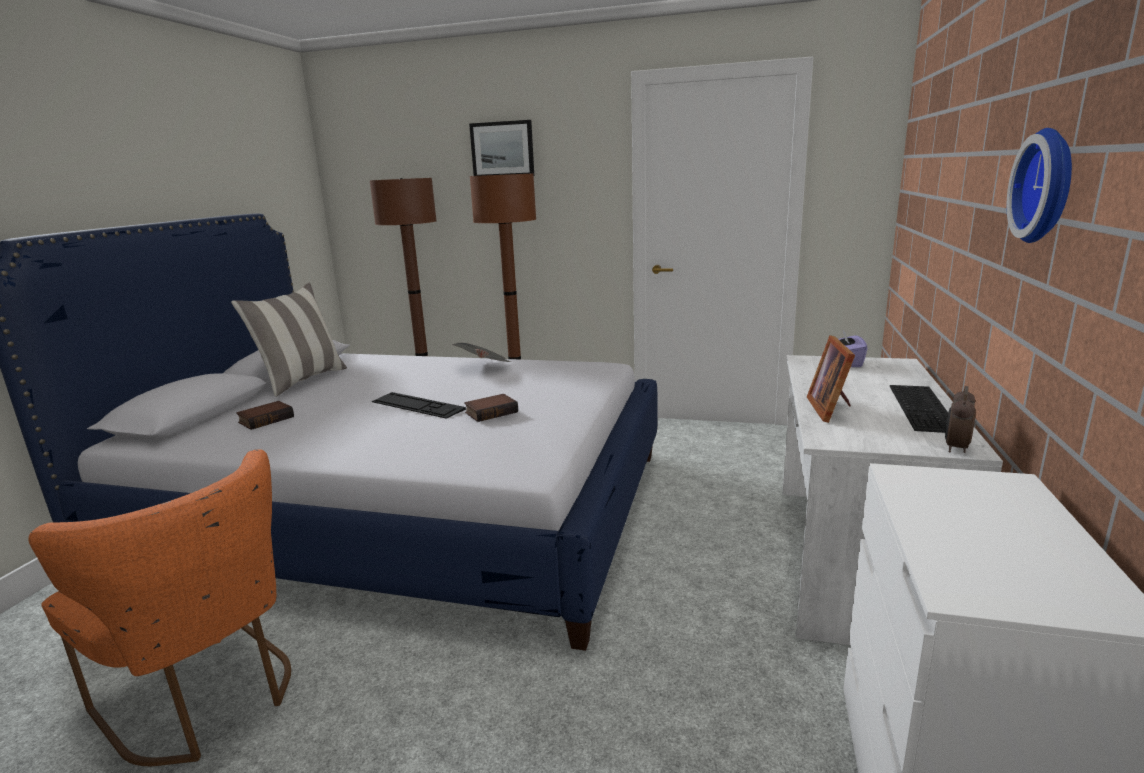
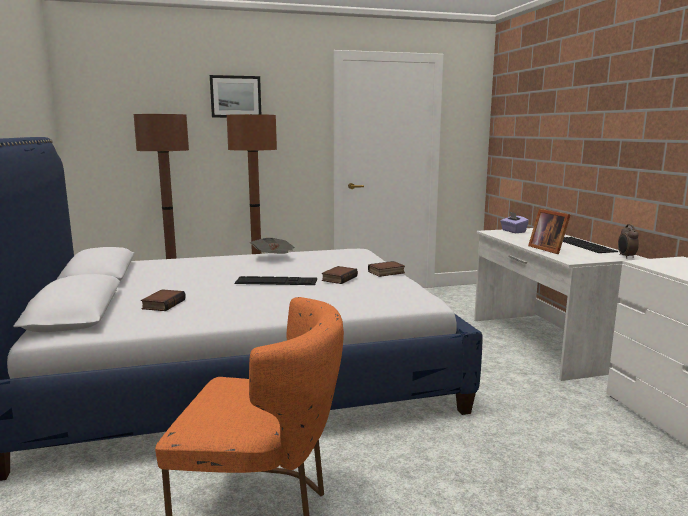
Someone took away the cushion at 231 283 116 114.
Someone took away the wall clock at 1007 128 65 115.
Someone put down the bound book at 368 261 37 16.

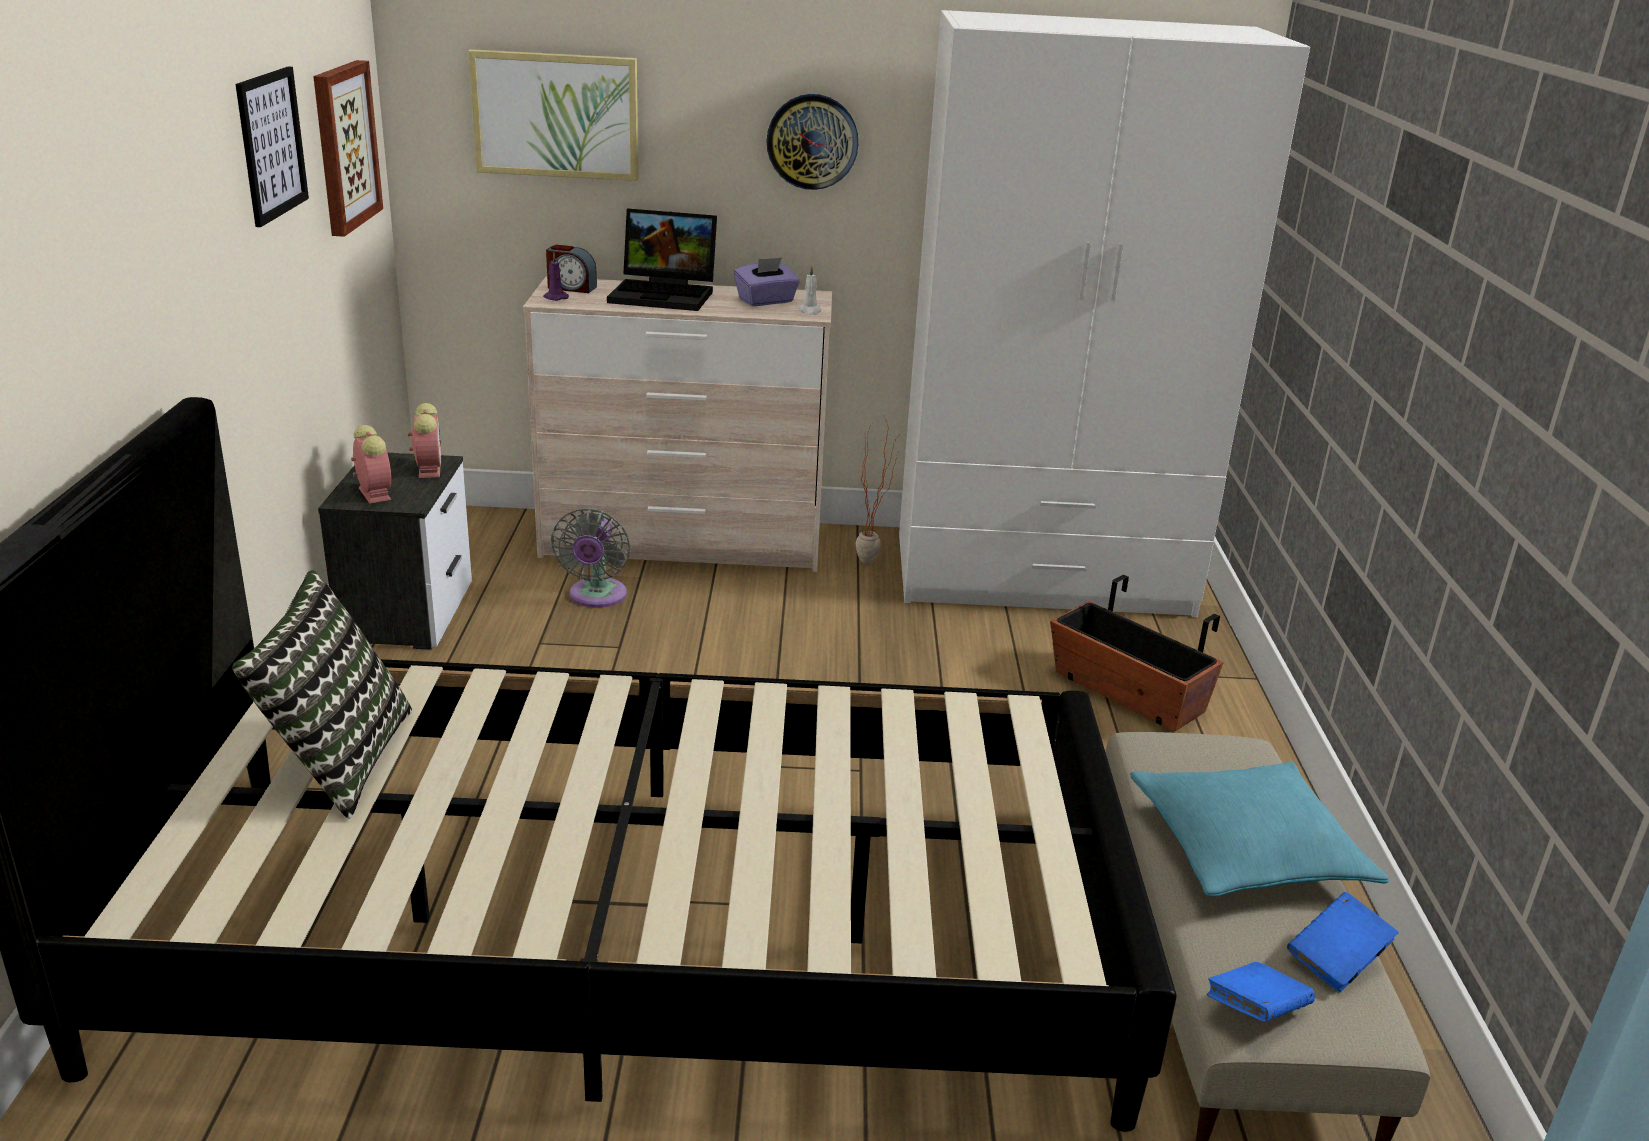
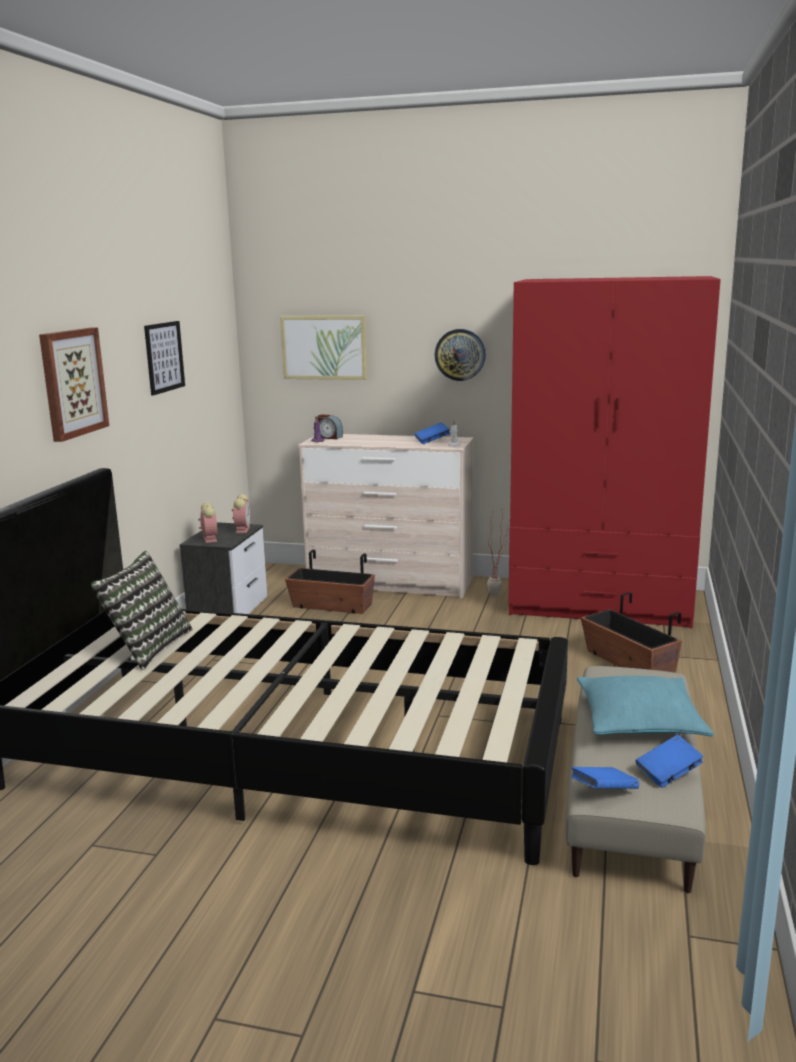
Someone took away the laptop at 607 208 110 103.
Someone carried the picture from 313 60 70 177 to 39 328 70 114.
Someone swapped the gray cooling fan at 551 508 80 100 for the flower pot at 285 550 90 64.
Someone swapped the purplish tissue box at 734 257 66 49 for the blue-coloured bound book at 414 422 36 22.
Someone repainted the whitish armoire at 899 10 411 608, which became the reddish armoire at 508 276 213 352.

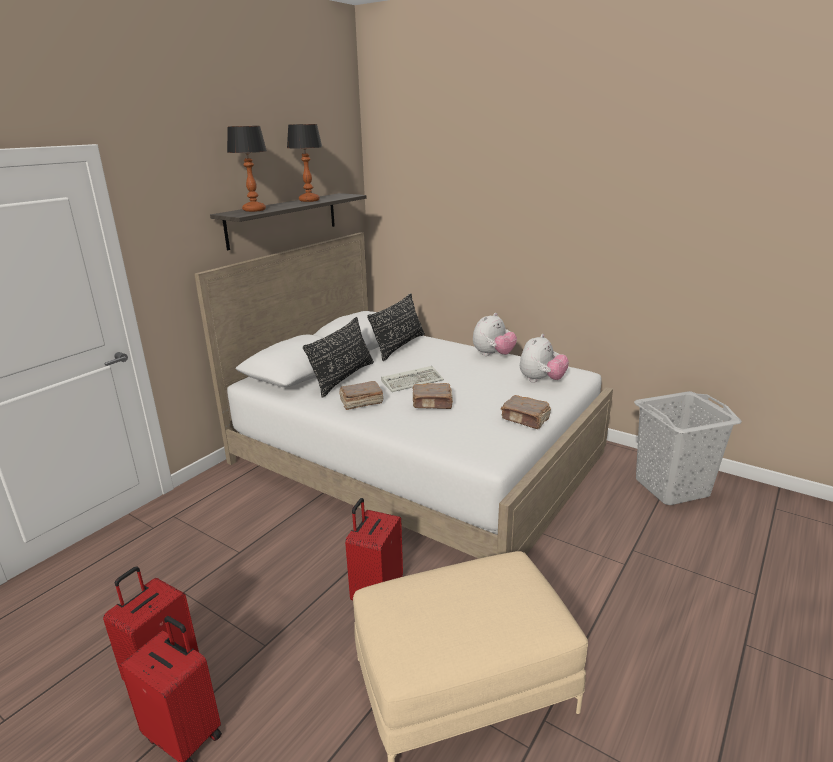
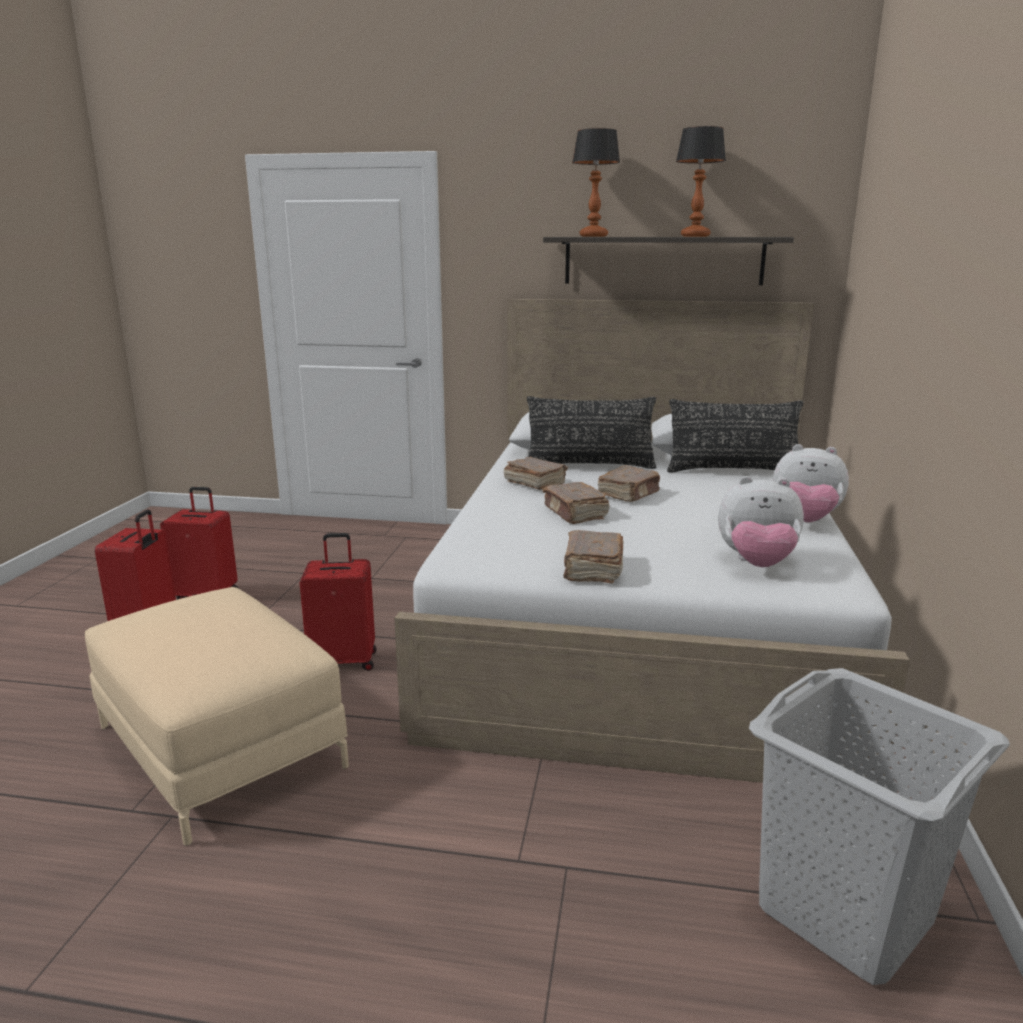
Someone swapped the computer keyboard at 381 366 63 26 for the brownish bound book at 598 465 62 37.

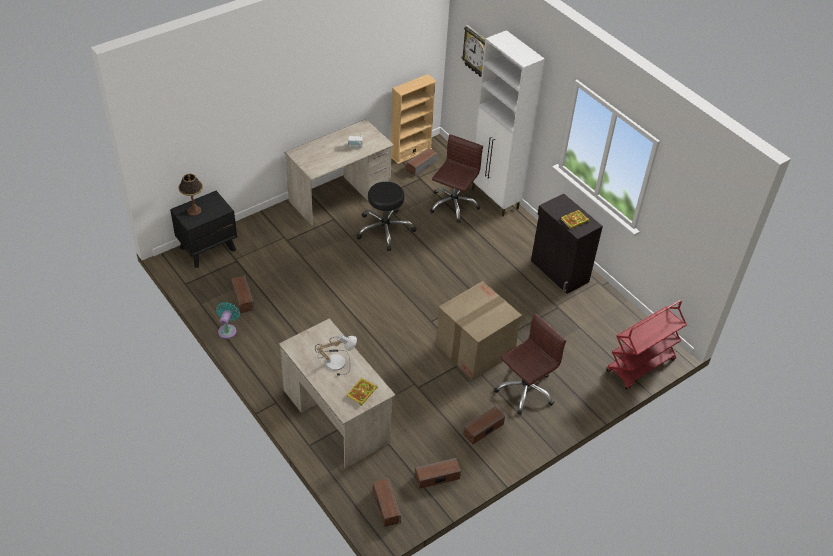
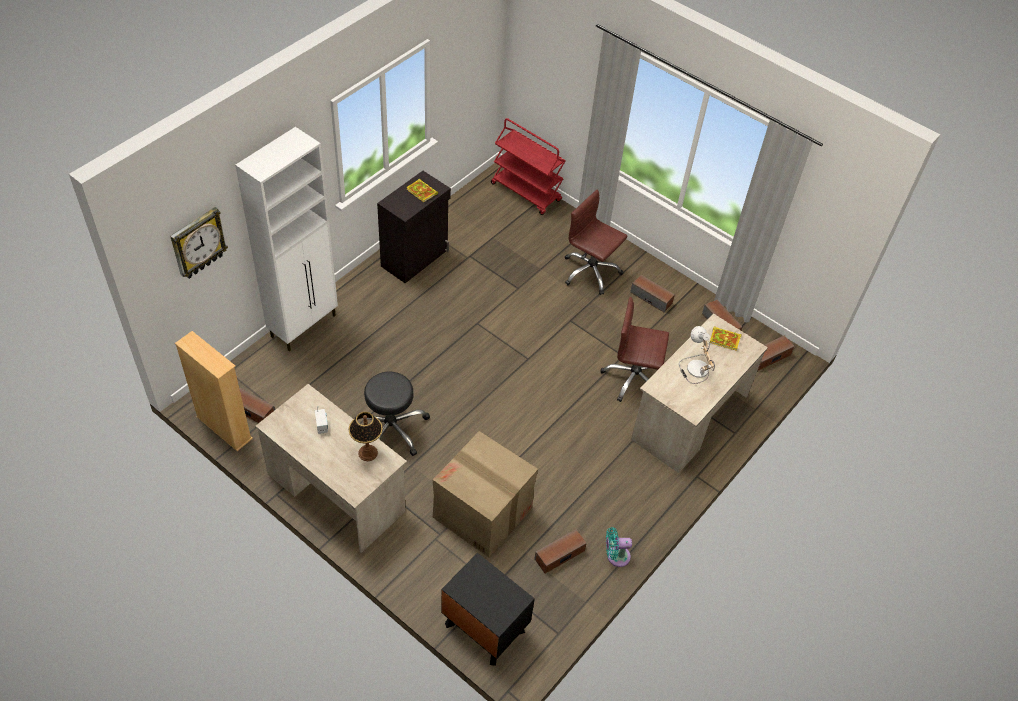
Someone carried the tabletop lamp from 178 174 25 42 to 349 412 34 49.
Someone carried the brownish office chair from 430 134 53 89 to 600 297 69 105.
Someone carried the packing box from 435 281 87 100 to 433 431 105 127.

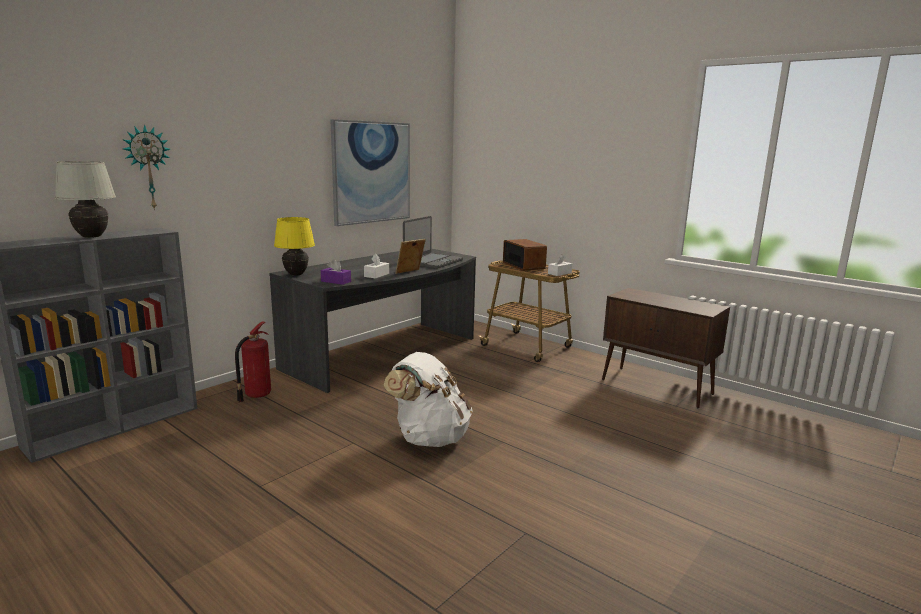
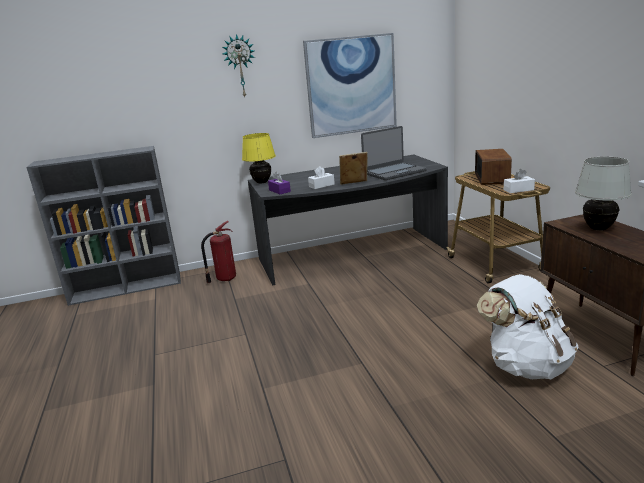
Someone carried the whitish tabletop lamp from 55 161 61 77 to 575 157 57 73.
Someone carried the wall clock from 123 124 47 86 to 222 34 33 63.
Someone carried the whitish backpack from 384 352 89 95 to 477 274 101 105.

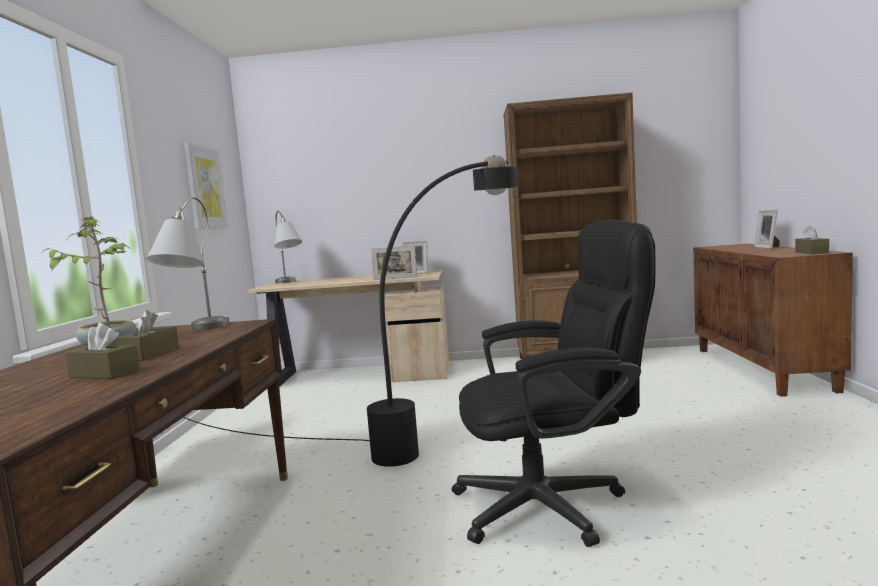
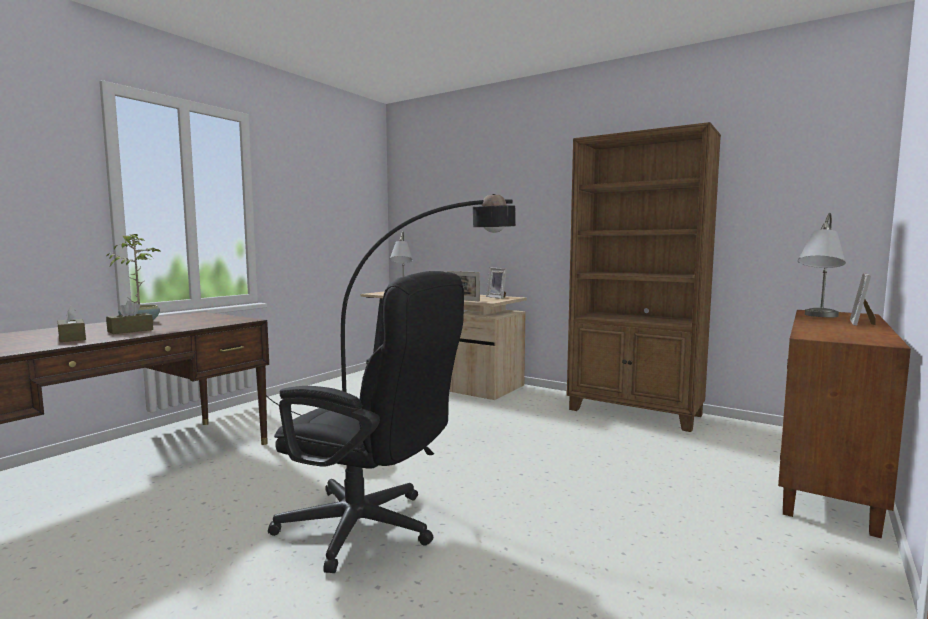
Someone took away the picture at 184 143 44 86.
Someone took away the brownish tissue box at 795 225 34 29.
Someone carried the gray tabletop lamp from 147 197 83 133 to 798 213 48 104.

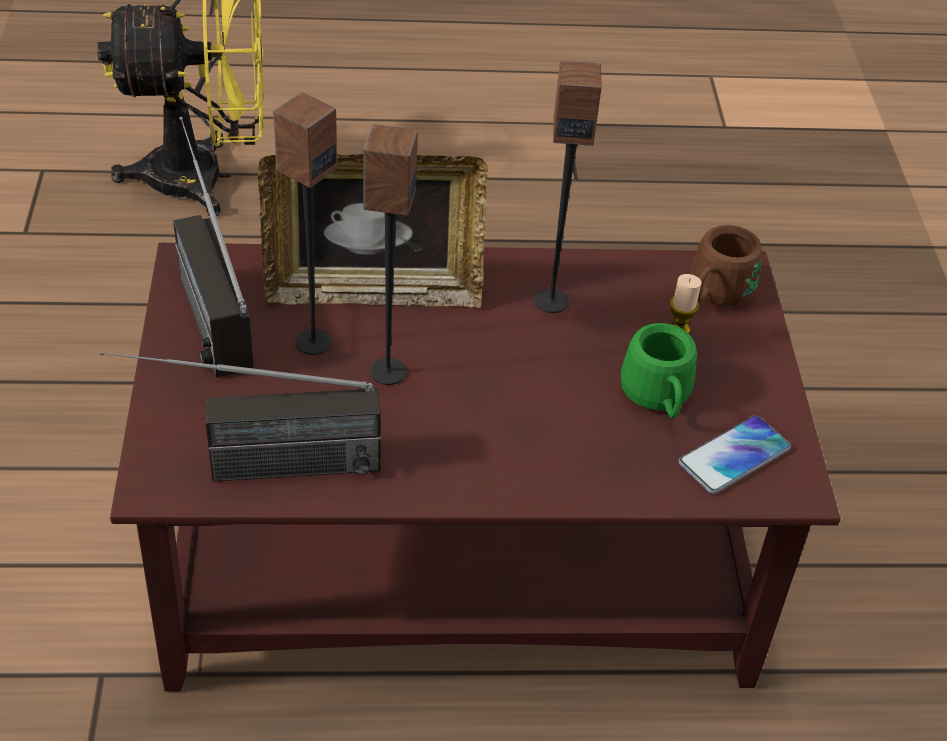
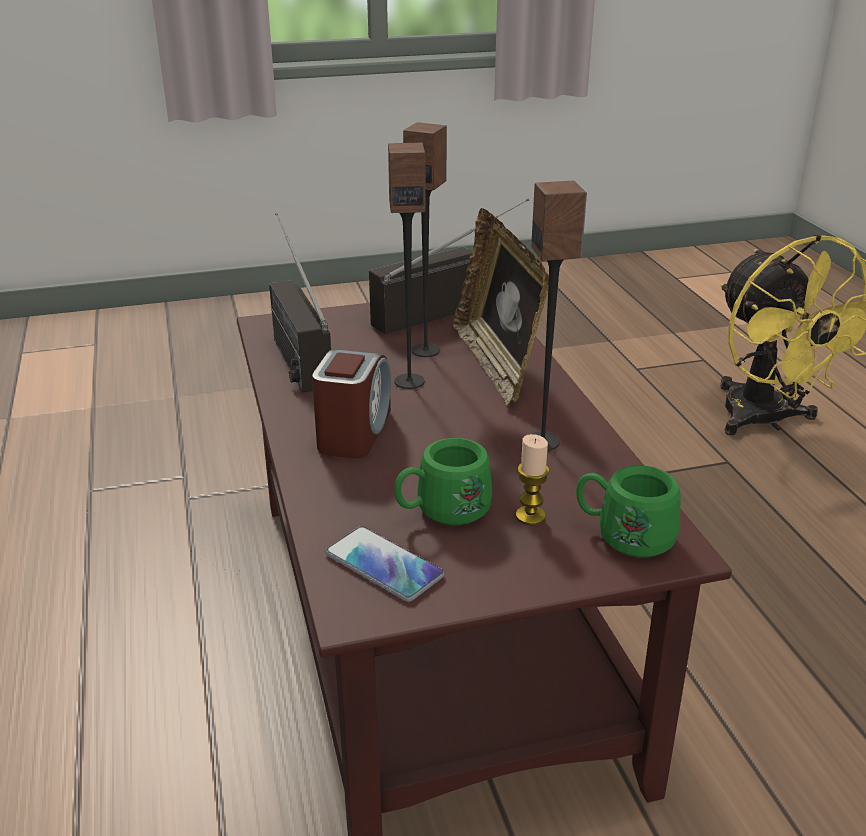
Someone put down the table clock at 312 349 79 109.
Someone repainted the brownish mug at 691 225 72 81, which became the greenish mug at 576 465 105 93.

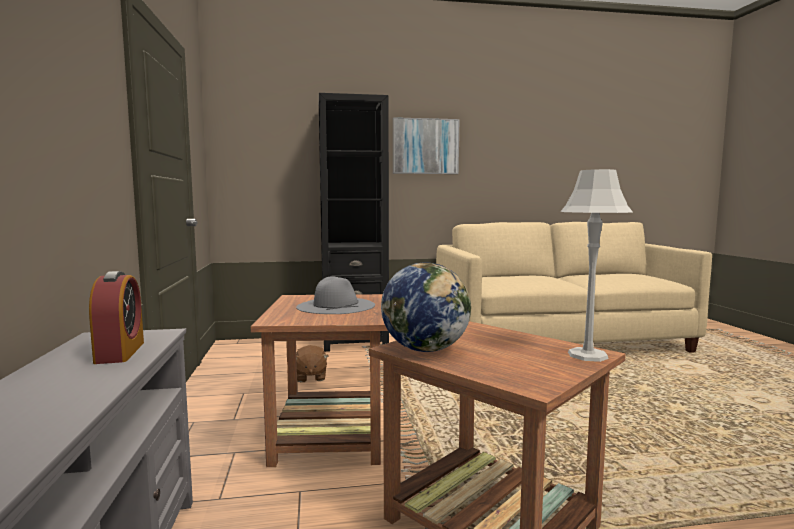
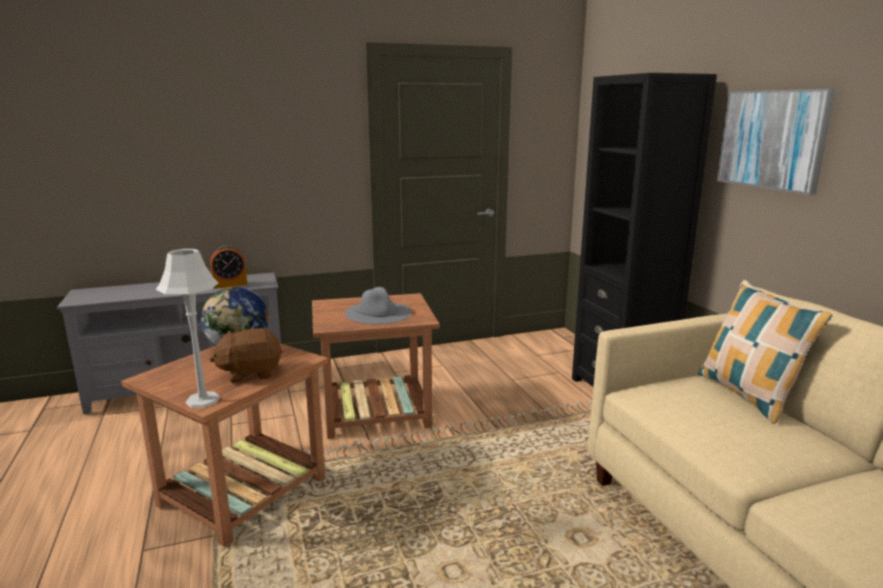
Someone put down the cushion at 698 280 134 144.
Someone carried the brownish cuddly toy from 296 345 32 37 to 210 328 73 55.

